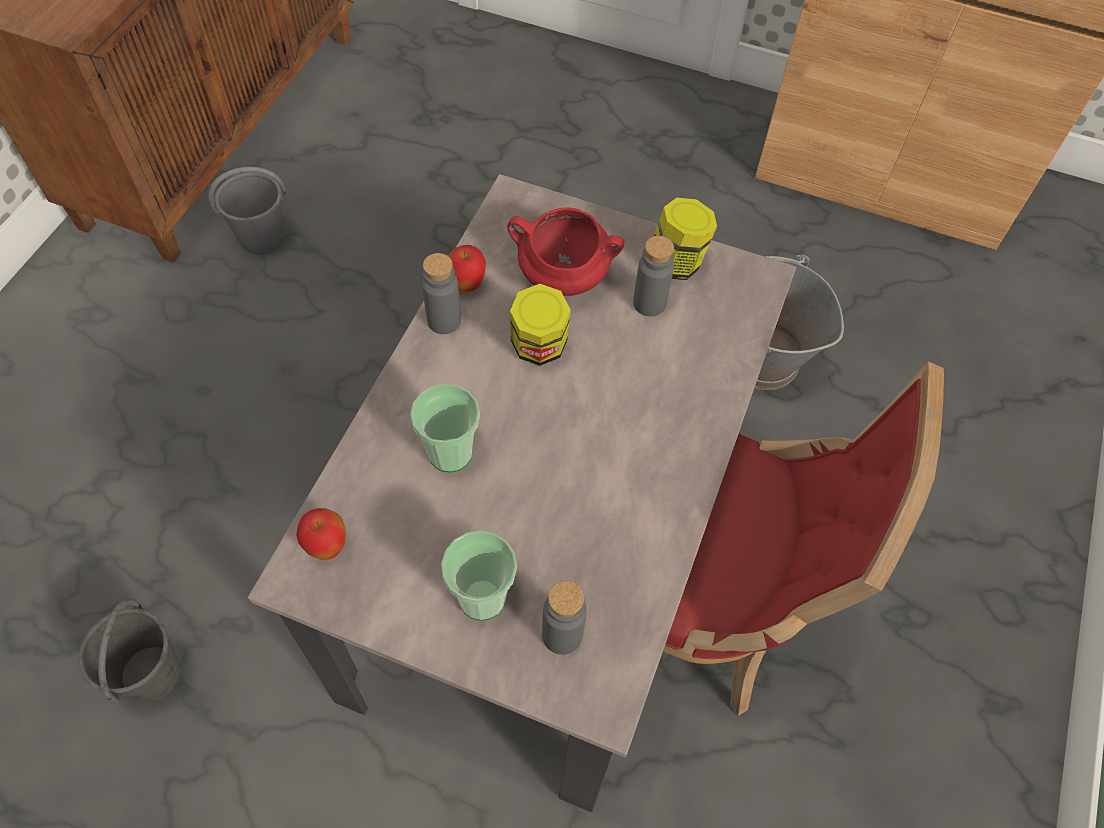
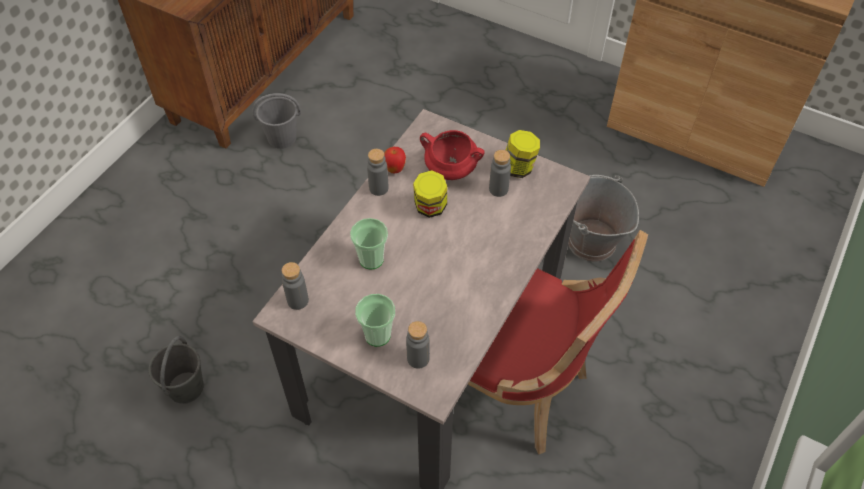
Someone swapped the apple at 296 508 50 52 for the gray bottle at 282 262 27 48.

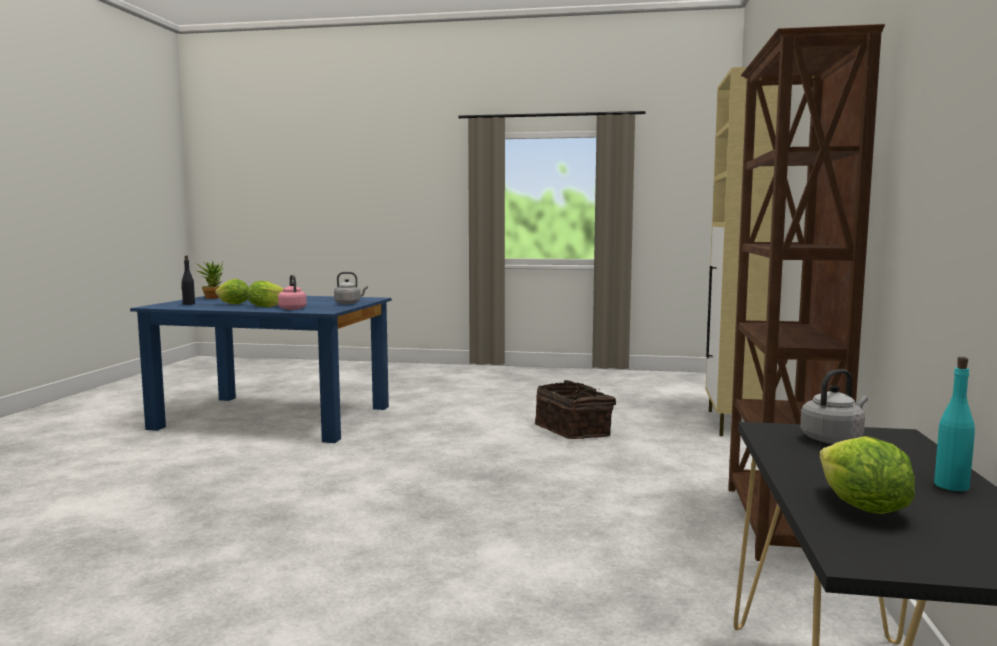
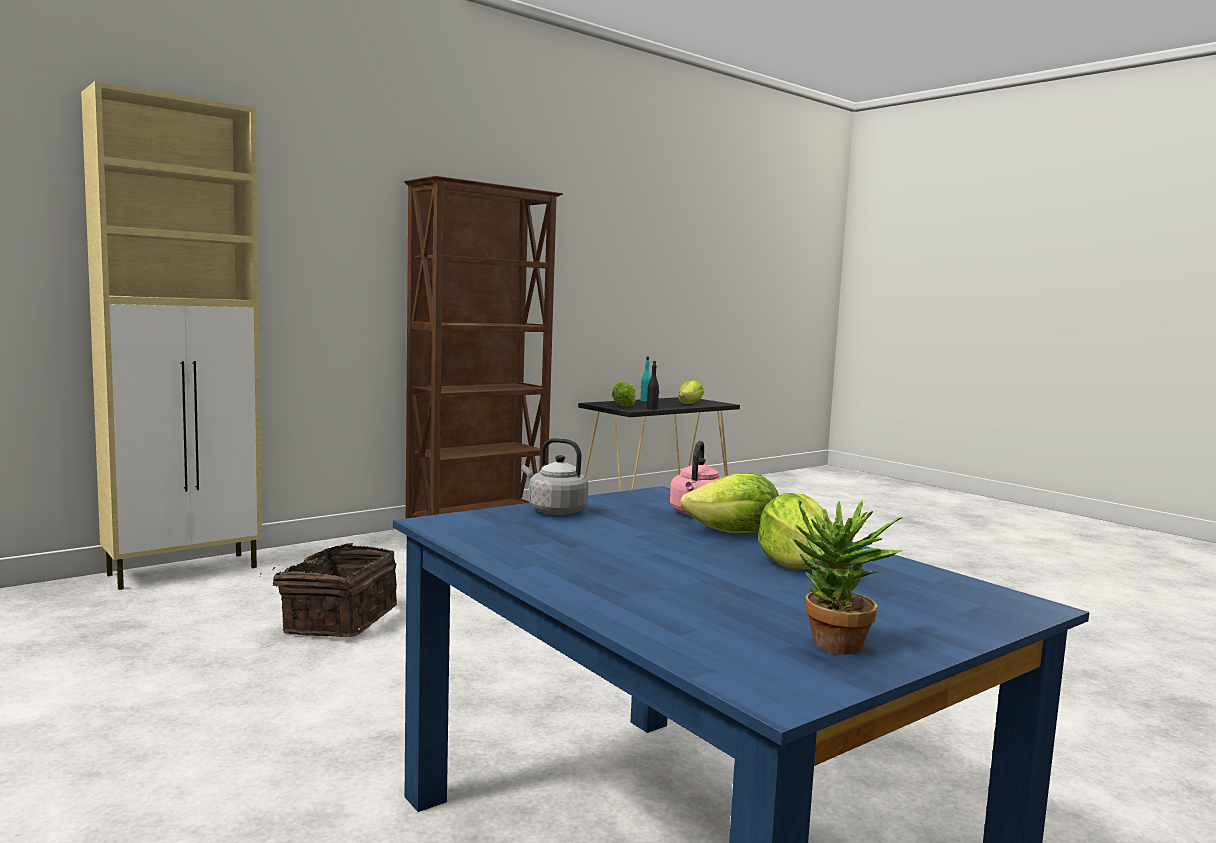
Someone carried the black-coloured bottle from 181 256 14 49 to 647 361 12 49.
Someone swapped the gray tea kettle at 800 369 68 75 for the lettuce at 612 382 24 25.

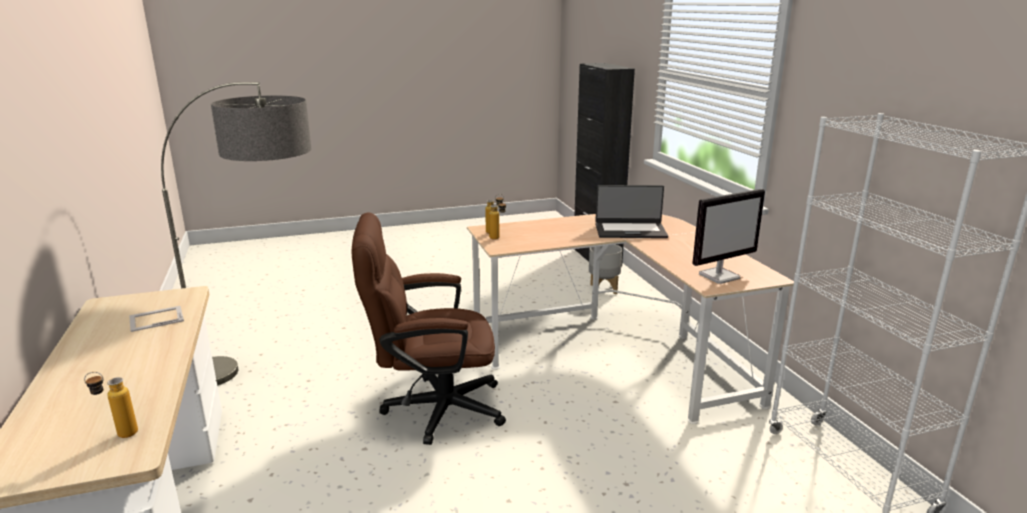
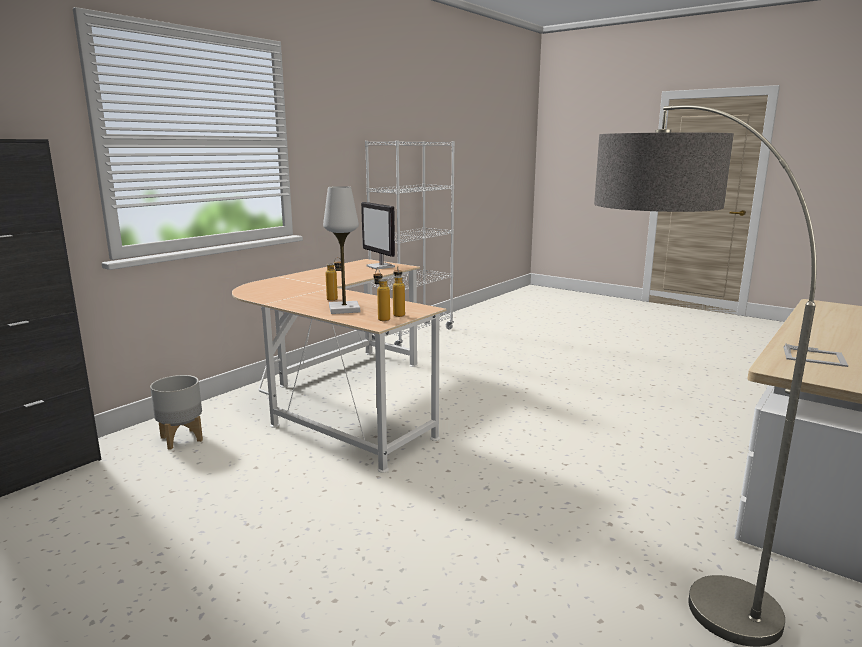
Someone took away the brownish office chair at 352 212 154 233.
Someone took away the laptop at 595 185 73 53.
Someone put down the whitish tabletop lamp at 323 186 37 128.
Someone carried the bottle from 84 372 54 66 to 325 257 16 44.
Someone rotated the computer screen at 692 189 73 95 by 150 degrees counterclockwise.

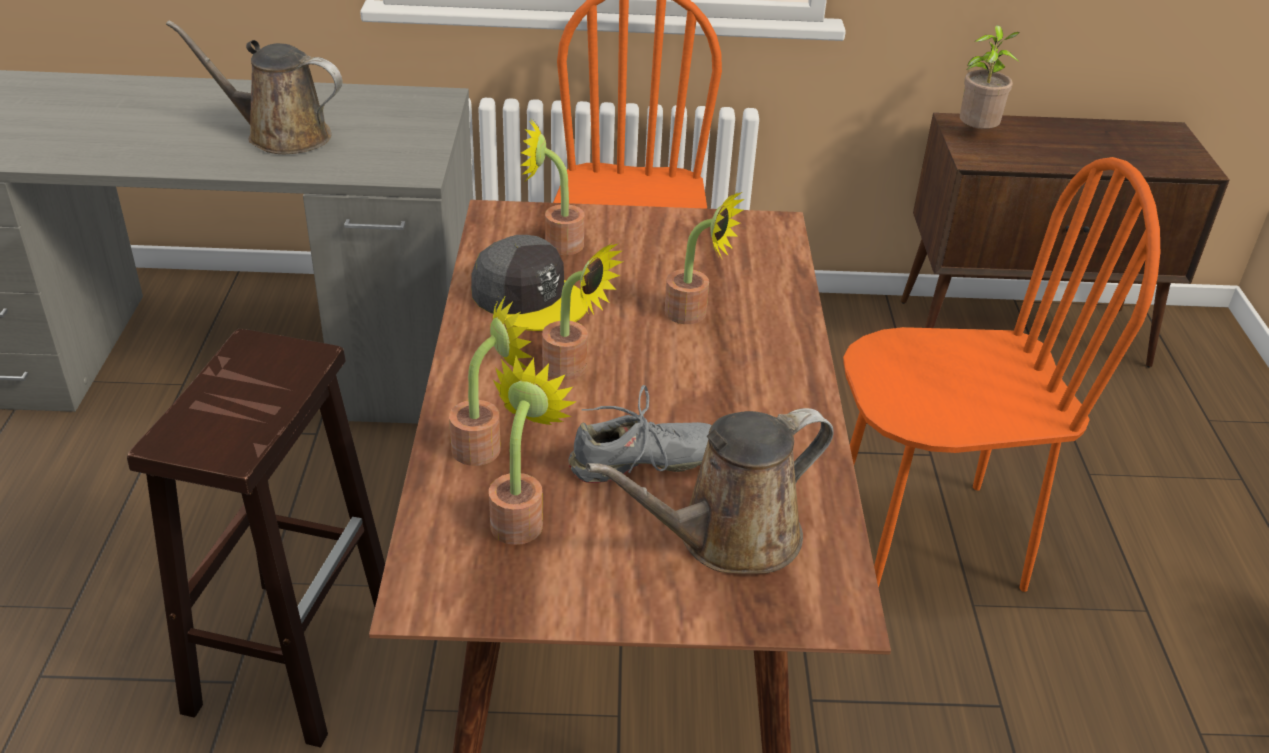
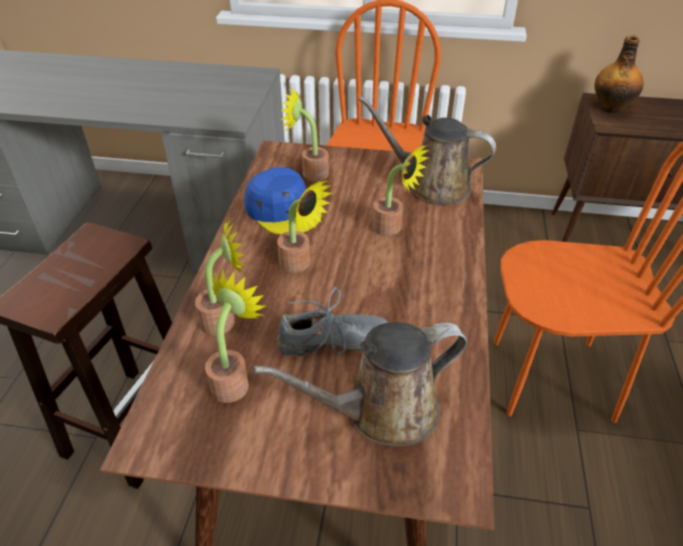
Someone carried the brownish watering can from 166 20 177 134 to 358 96 138 109.
Someone swapped the potted plant at 960 25 60 104 for the bottle at 594 35 50 79.
Someone repainted the gray cap at 471 235 117 96, which became the blue-coloured cap at 244 167 78 68.

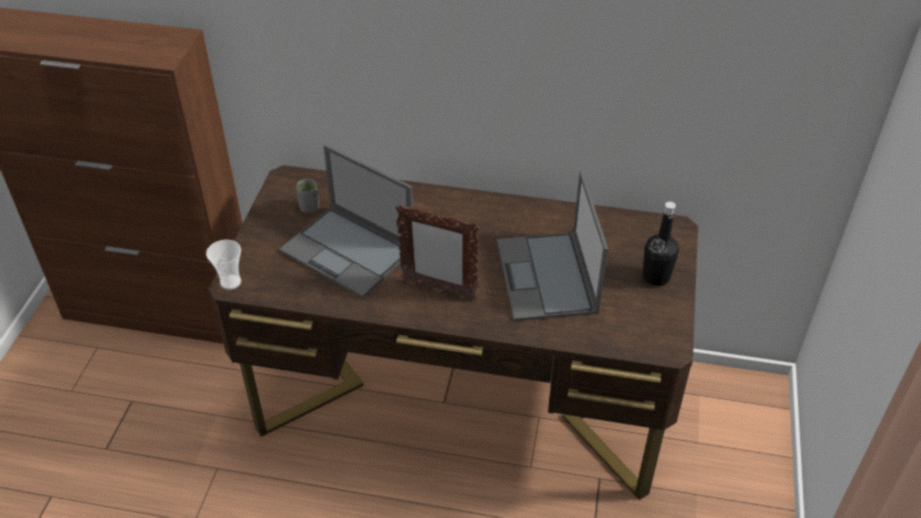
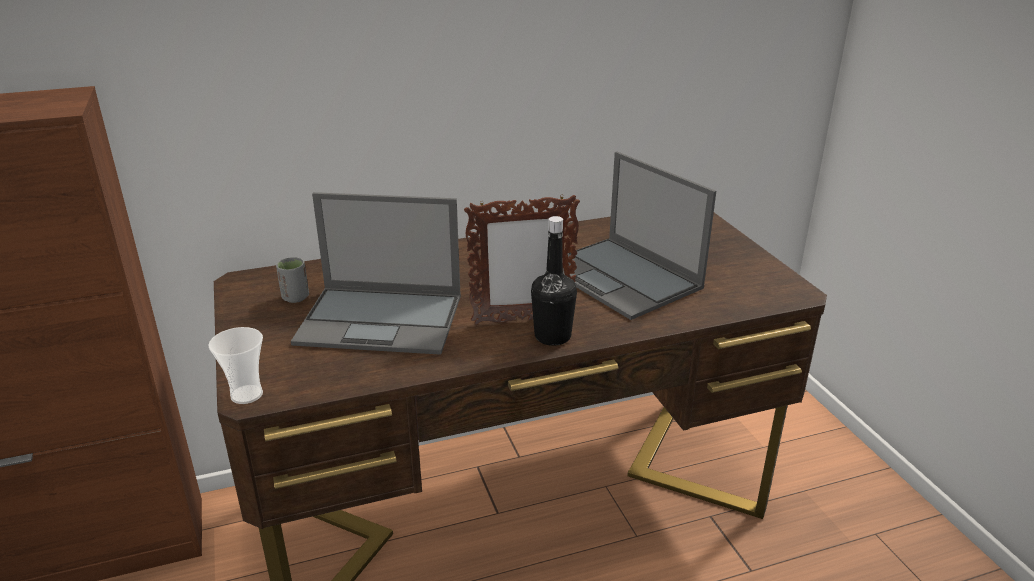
Someone carried the black-coloured bottle from 643 202 36 84 to 531 216 46 130.

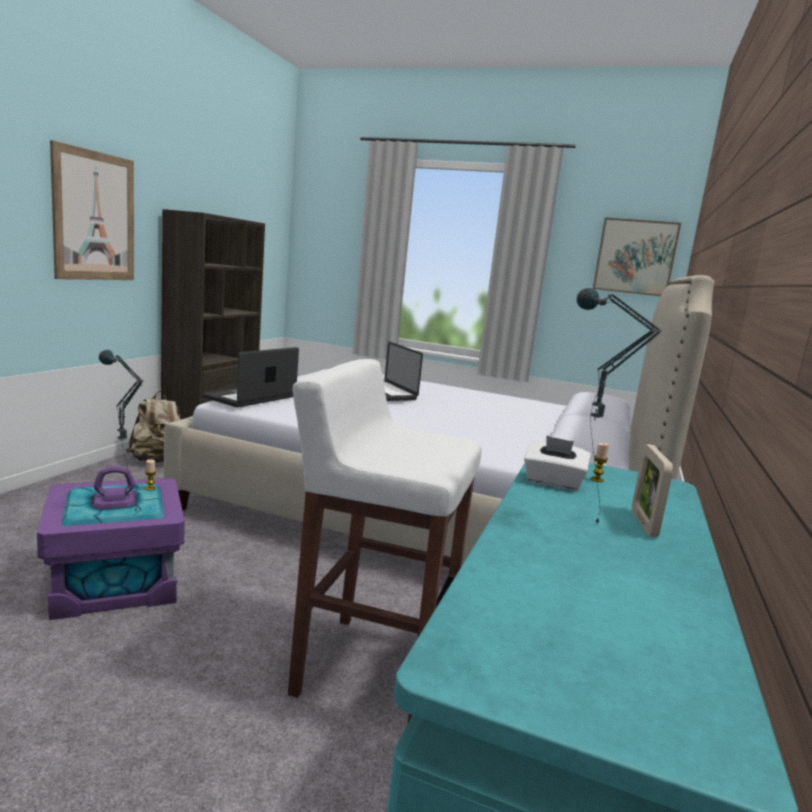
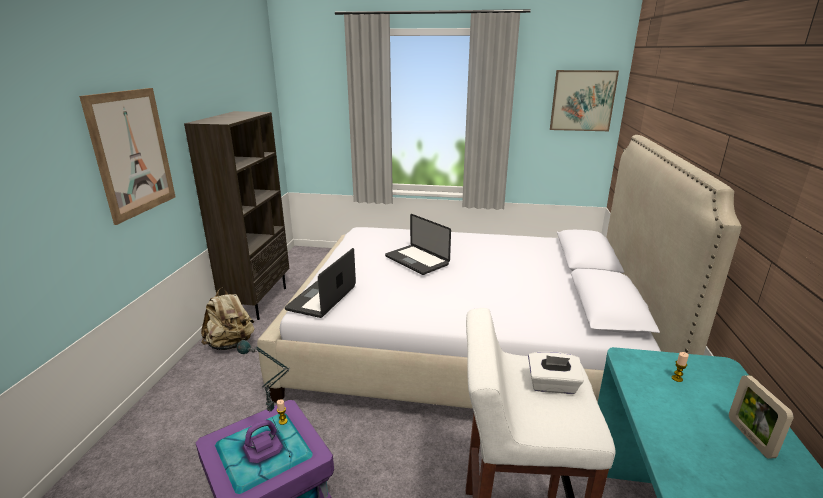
Someone took away the tabletop lamp at 577 288 85 235.
Someone carried the whitish tissue box from 524 436 67 55 to 528 352 56 42.

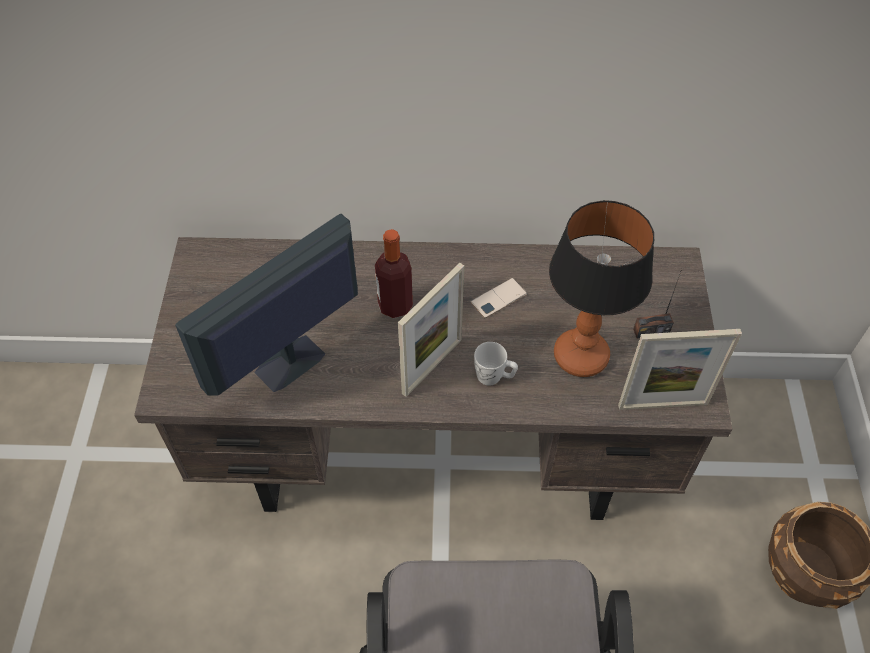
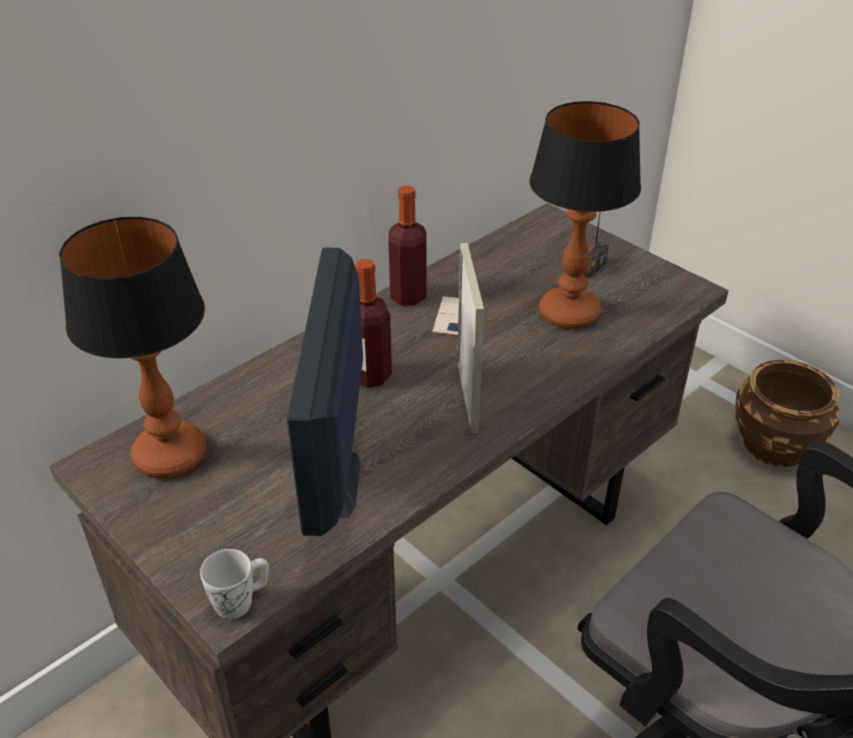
Someone took away the standing frame at 618 329 124 81.
Someone put down the tabletop lamp at 59 217 148 261.
Someone put down the bottle at 389 186 38 120.
Someone carried the whitish mug from 474 342 44 44 to 200 549 69 70.

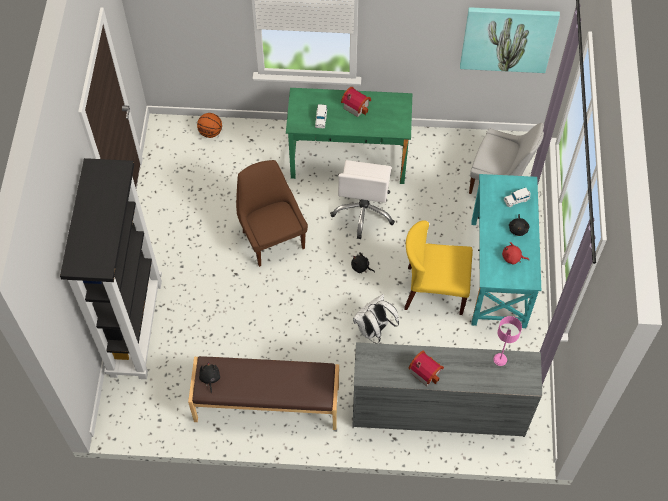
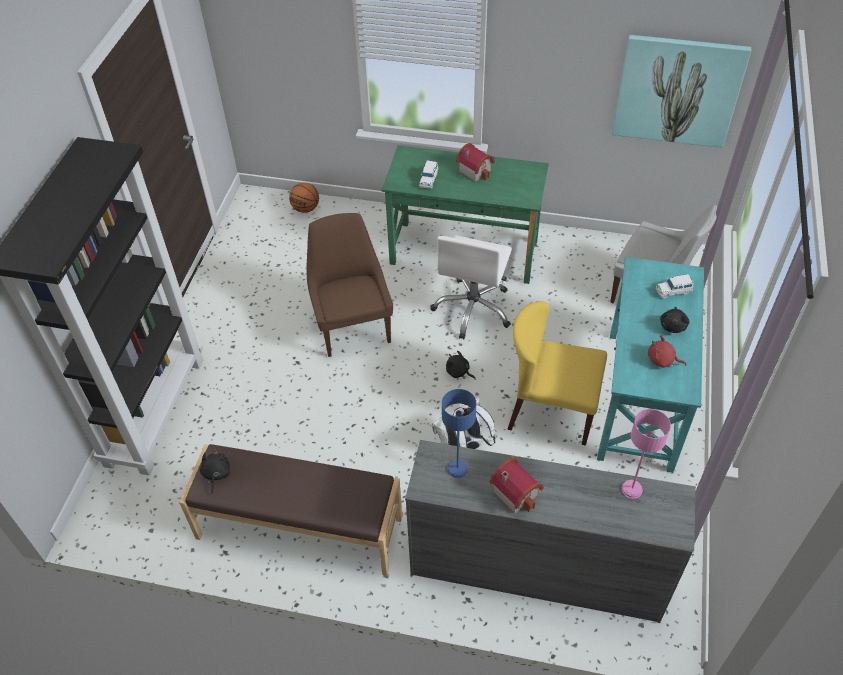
Someone put down the blue-coloured tabletop lamp at 442 389 35 89.

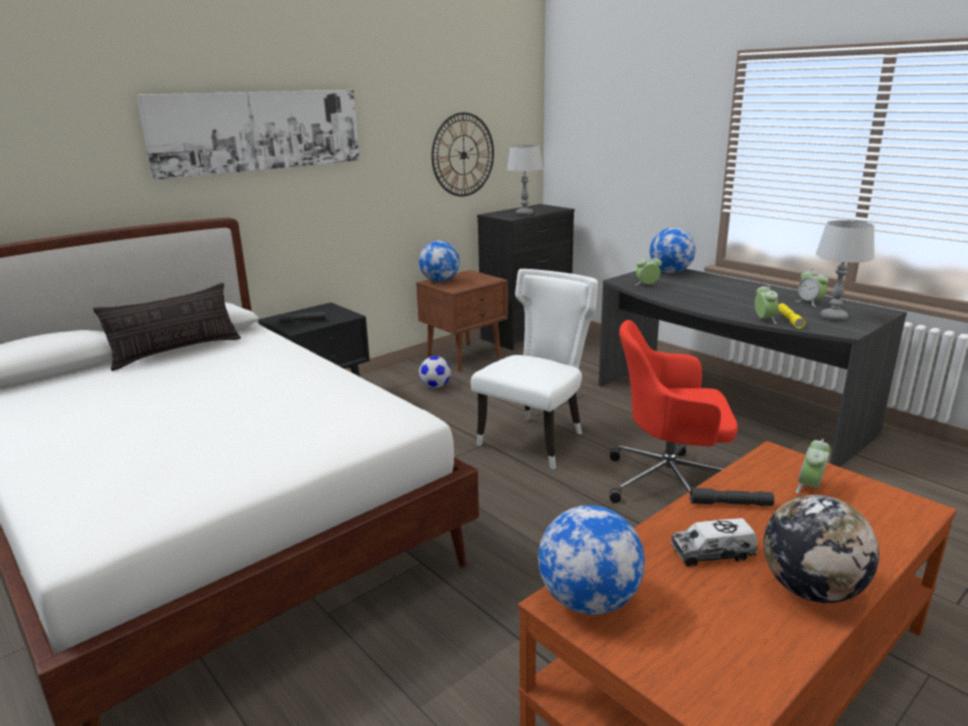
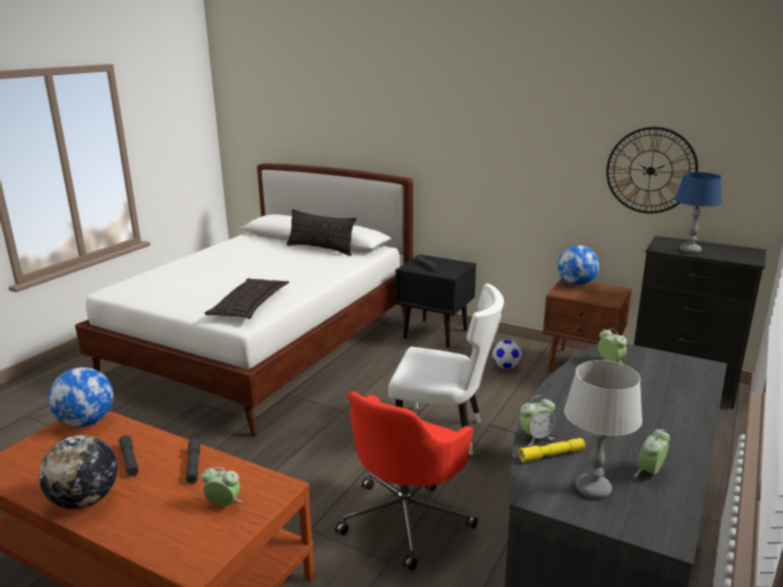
Someone took away the picture at 136 90 223 90.
Someone took away the desk globe at 650 227 46 46.
Someone put down the cushion at 204 278 85 41.
Someone swapped the model truck at 671 518 87 49 for the gray hand torch at 119 435 19 41.
Someone repainted the gray tabletop lamp at 507 145 36 70, which became the blue-coloured tabletop lamp at 675 172 47 81.
Someone rotated the reddish office chair at 609 320 129 183 by 135 degrees counterclockwise.

